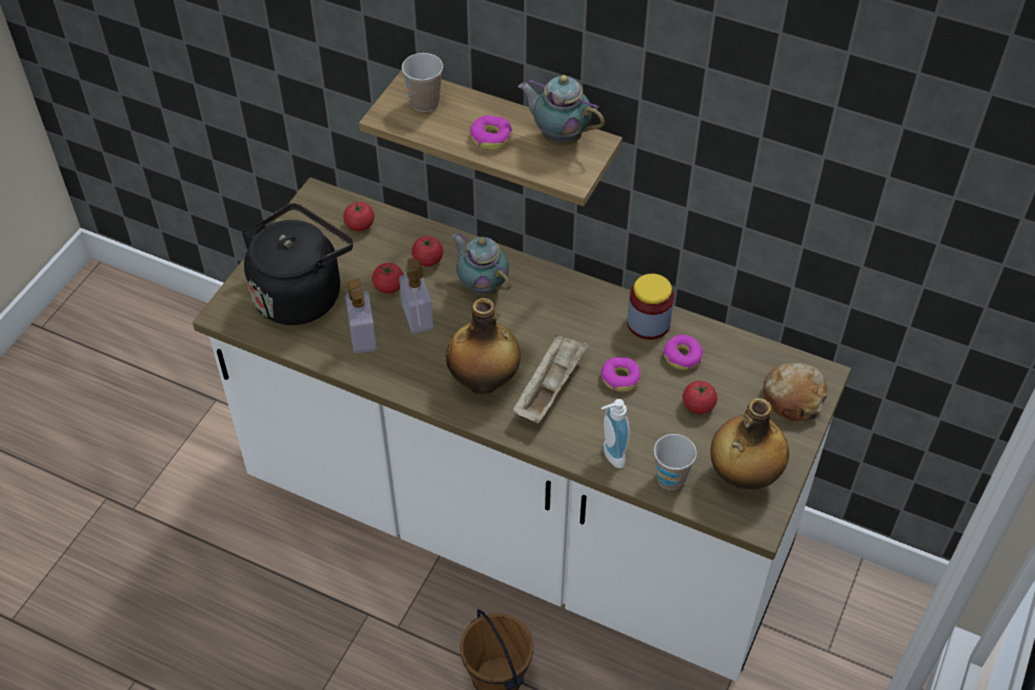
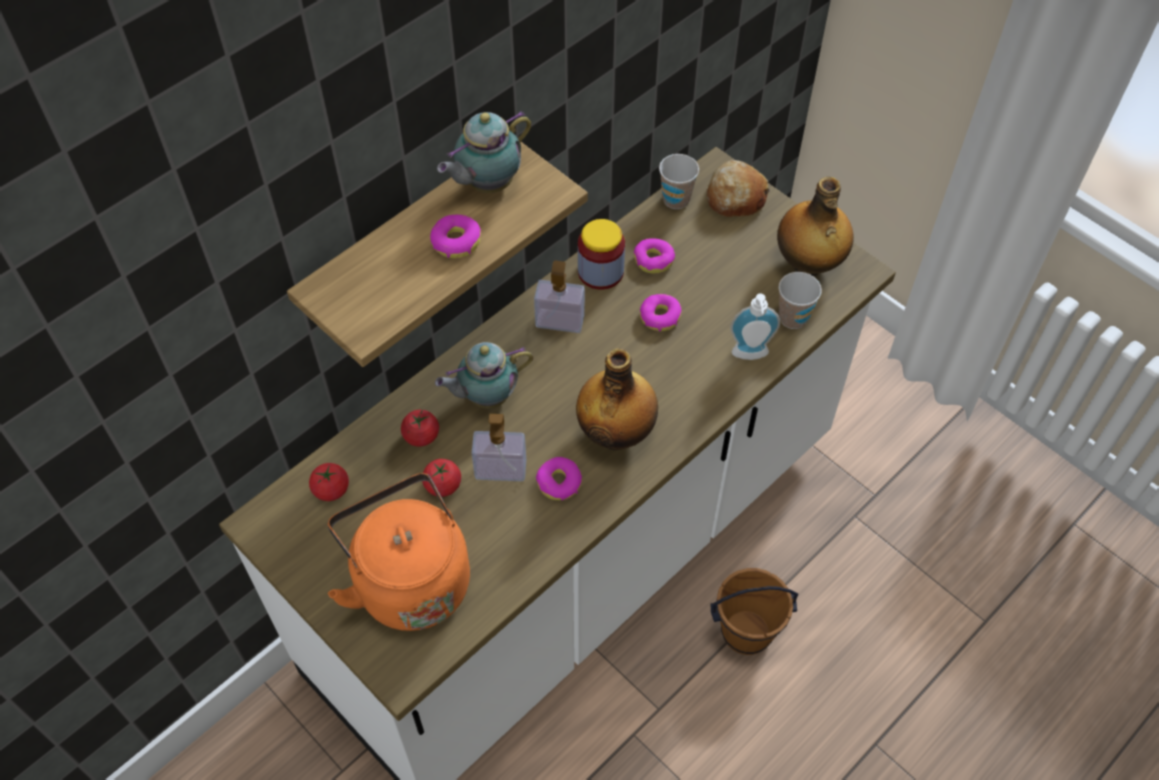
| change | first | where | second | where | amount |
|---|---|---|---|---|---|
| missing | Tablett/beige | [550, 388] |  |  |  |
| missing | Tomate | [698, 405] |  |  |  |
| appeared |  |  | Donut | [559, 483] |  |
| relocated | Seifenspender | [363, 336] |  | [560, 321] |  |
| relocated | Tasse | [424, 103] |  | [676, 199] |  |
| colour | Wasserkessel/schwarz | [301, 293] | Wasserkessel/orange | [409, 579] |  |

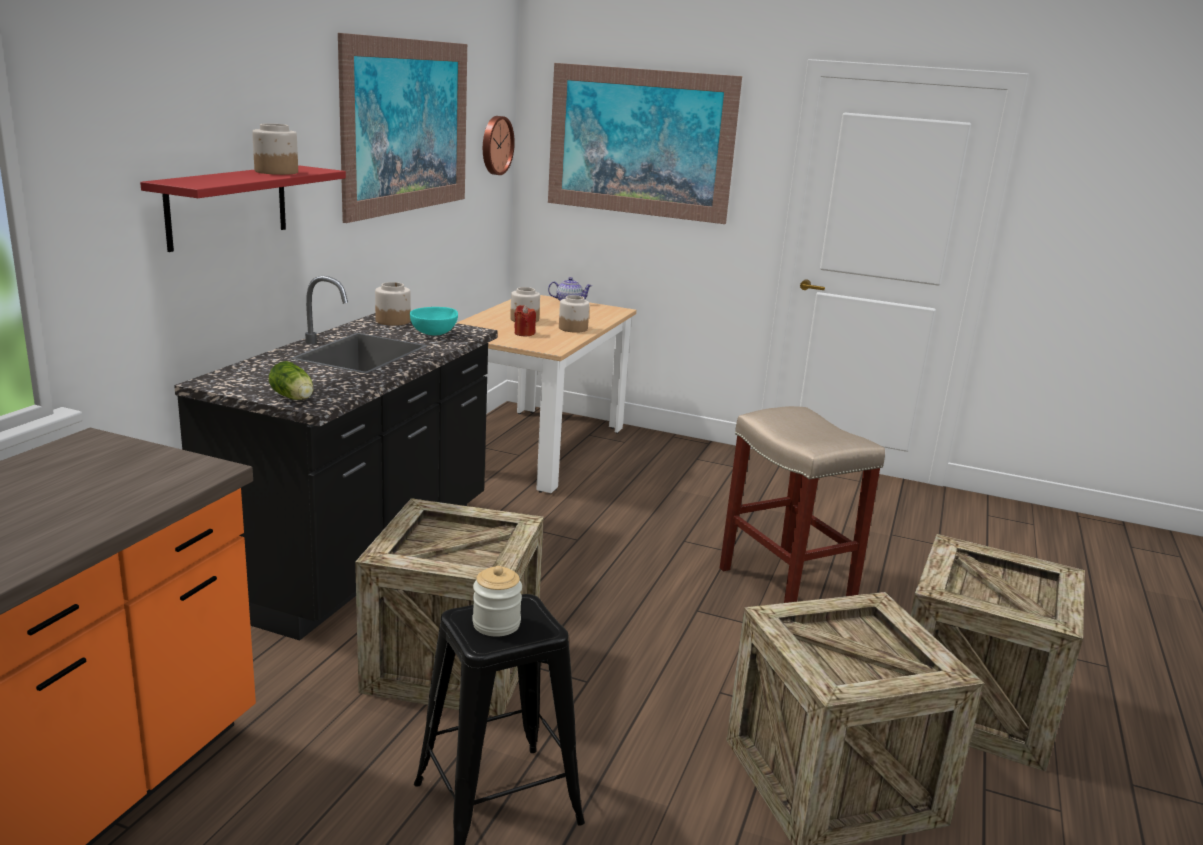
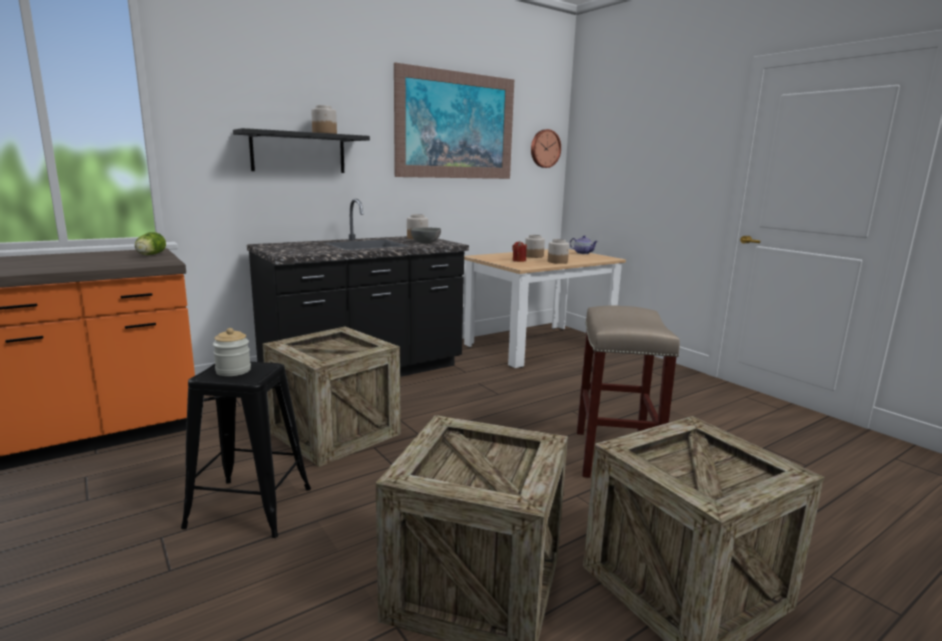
| change | first | where | second | where | amount |
|---|---|---|---|---|---|
| missing | Bild | [640, 142] |  |  |  |
| relocated | Salatkopf | [294, 398] |  | [149, 255] |  |
| colour | Wandregal/rot | [228, 206] | Wandregal/schwarz | [298, 152] |  |
| colour | Schüssel/türkis | [435, 334] | Schüssel/grau | [426, 243] |  |

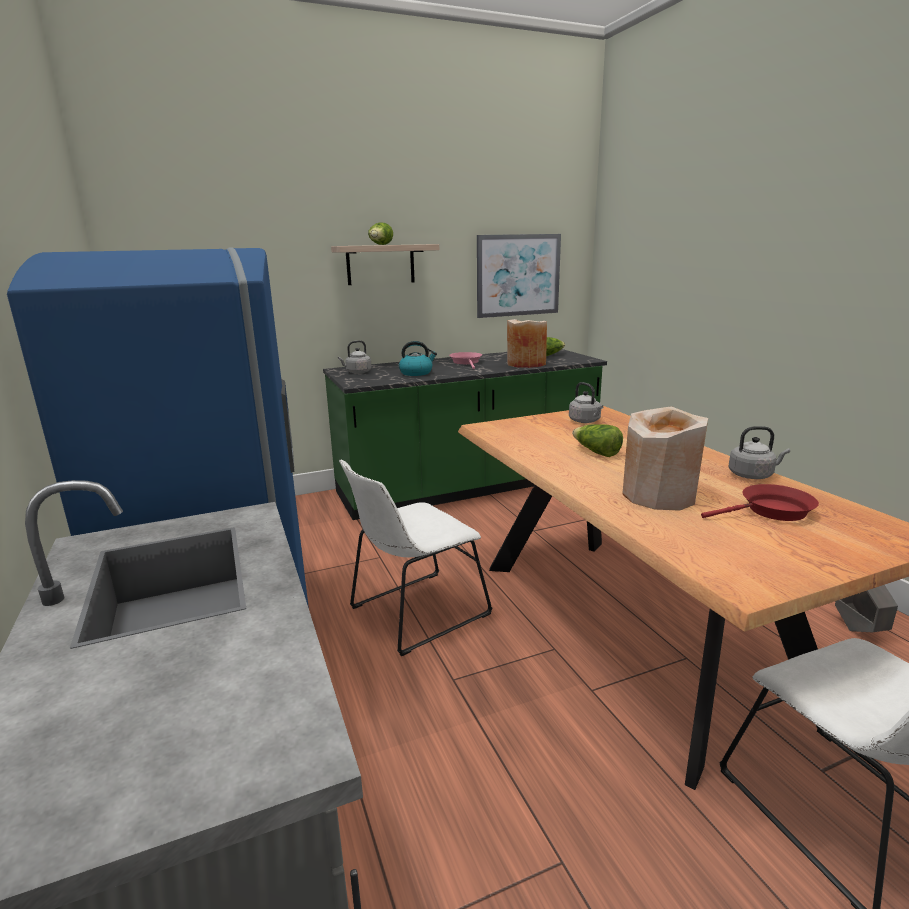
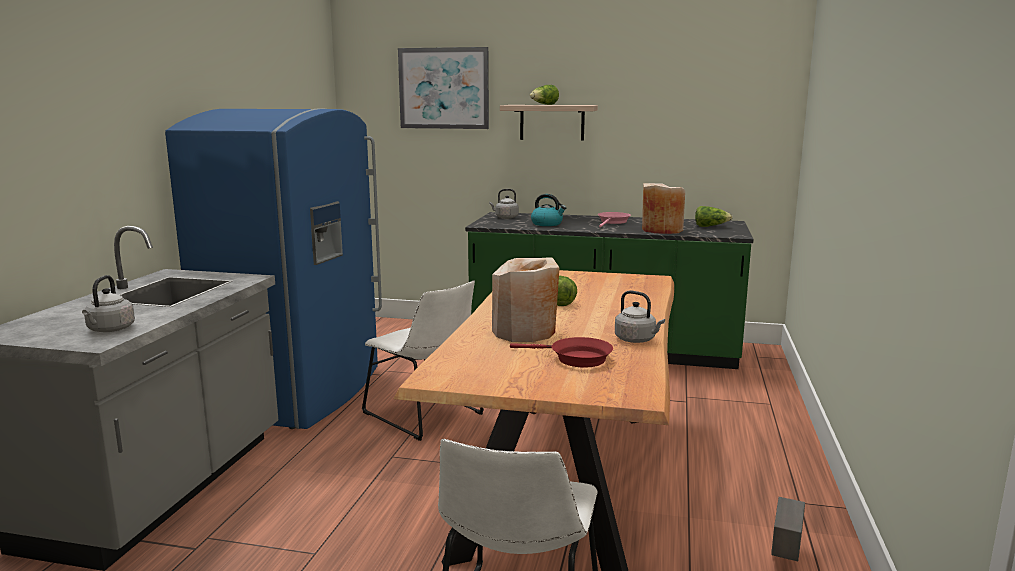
| change | first | where | second | where | amount |
|---|---|---|---|---|---|
| relocated | Bild | [518, 275] |  | [443, 88] |  |
| relocated | Wasserkessel/grau | [585, 421] |  | [109, 330] |  |
| spun | Stuhl/weiß | [414, 613] |  | [426, 415] | 135 degrees counterclockwise |

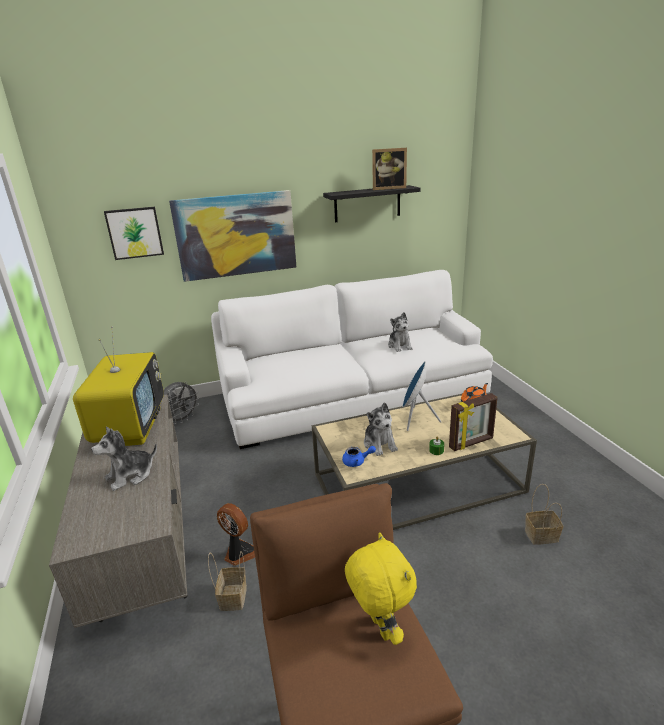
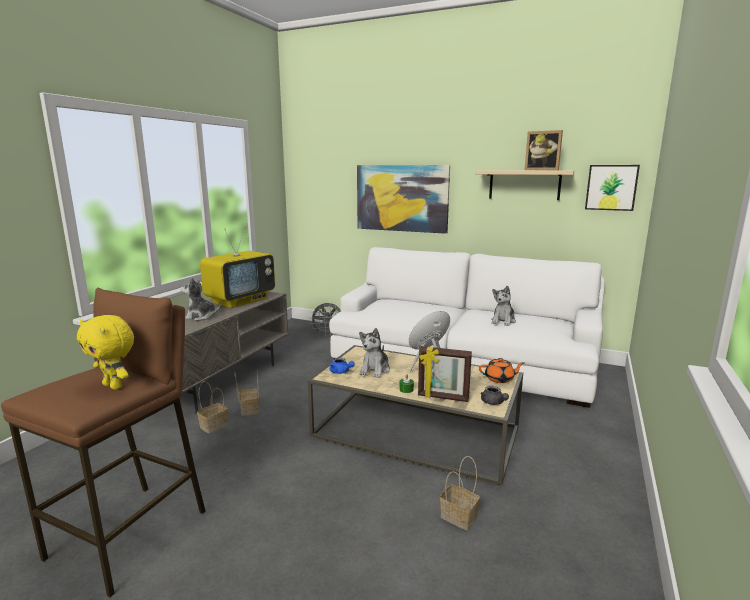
| change | first | where | second | where | amount |
|---|---|---|---|---|---|
| appeared |  |  | Teekanne/grau | [493, 403] |  |
| relocated | Bild | [135, 232] |  | [611, 187] |  |
| exchanged | Ventilator | [239, 553] | Korb | [249, 409] |  |
| colour | Wandregal/schwarz | [367, 204] | Wandregal/beige | [524, 184] |  |
| spun | Plüschtier/gelb | [379, 628] |  | [114, 386] | 105 degrees clockwise |

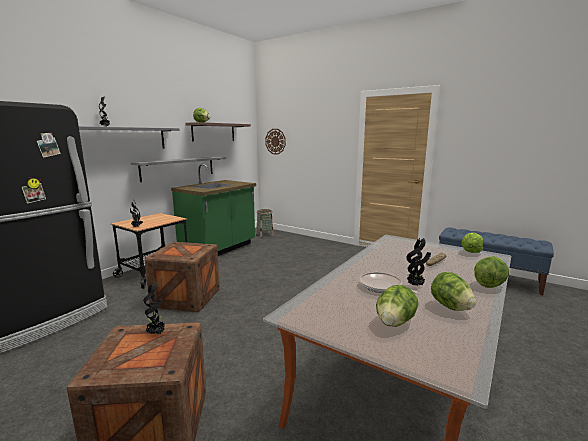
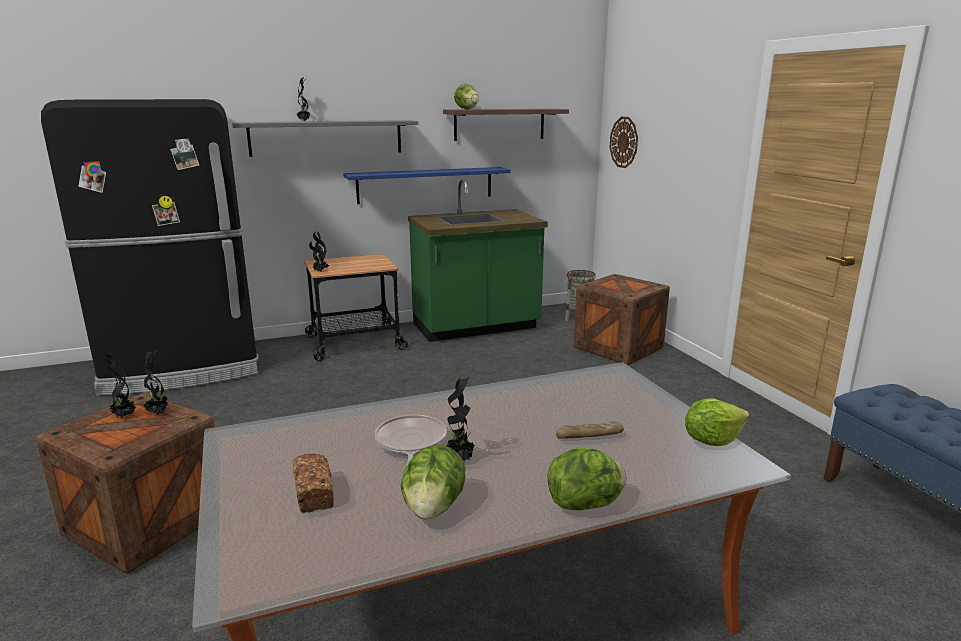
| change | first | where | second | where | amount |
|---|---|---|---|---|---|
| appeared |  |  | Topfpflanze | [123, 416] |  |
| relocated | Kiste | [186, 298] |  | [618, 348] |  |
| exchanged | Salatkopf | [394, 323] | Brot | [314, 494] |  |
| colour | Wandregal/grau | [178, 168] | Wandregal/blau | [425, 185] |  |

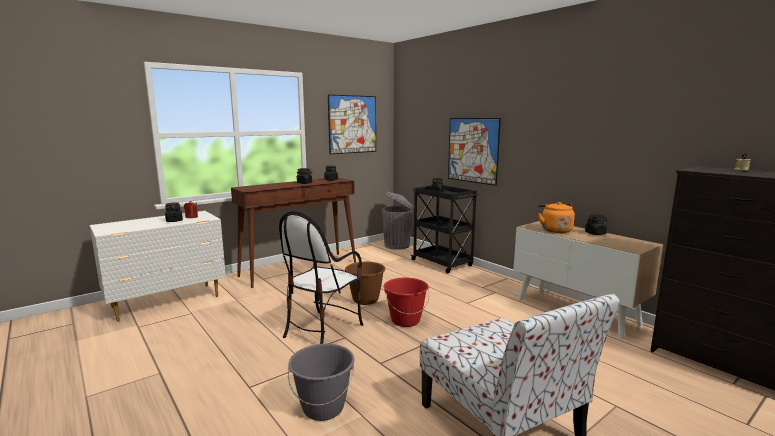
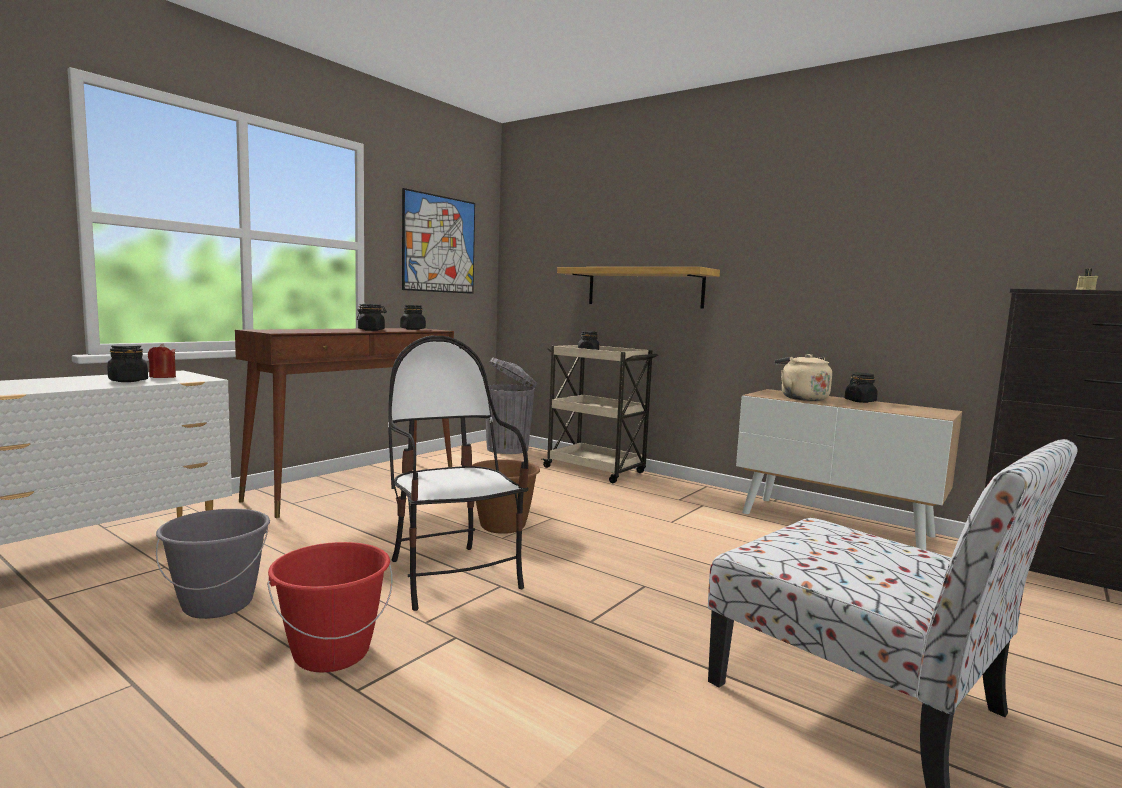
| change | first | where | second | where | amount |
|---|---|---|---|---|---|
| relocated | Eimer/grau | [323, 408] |  | [218, 604] |  |
| relocated | Eimer/rot | [405, 320] |  | [331, 653] |  |
| exchanged | Bild | [472, 150] | Wandregal | [644, 287] |  |
| colour | Rollwagen/schwarz | [442, 263] | Rollwagen/beige | [596, 470] |  |
| colour | Wasserkessel/orange | [555, 230] | Wasserkessel/beige | [801, 398] |  |
| spun | Stuhl | [322, 329] |  | [452, 576] | 135 degrees clockwise |

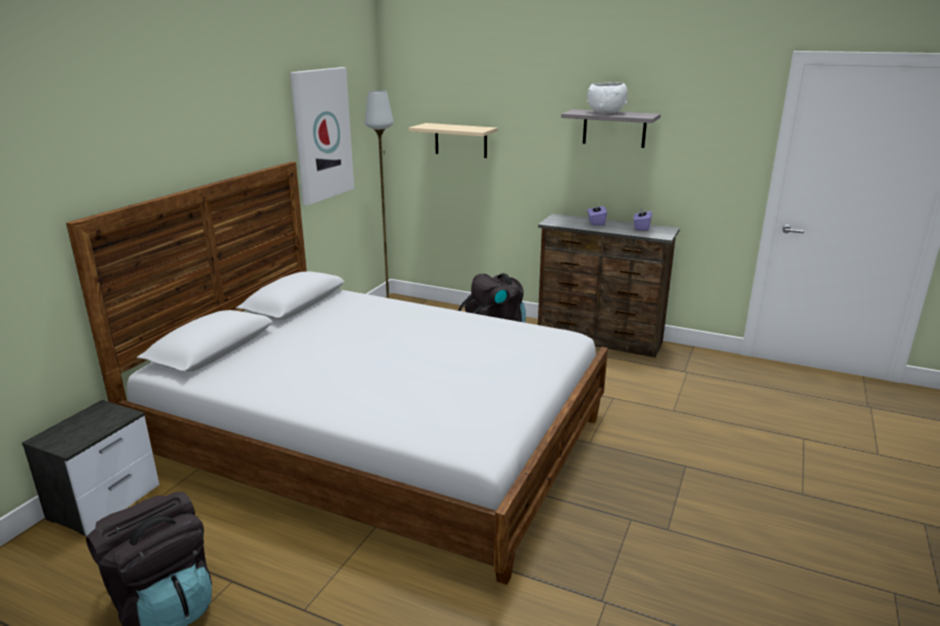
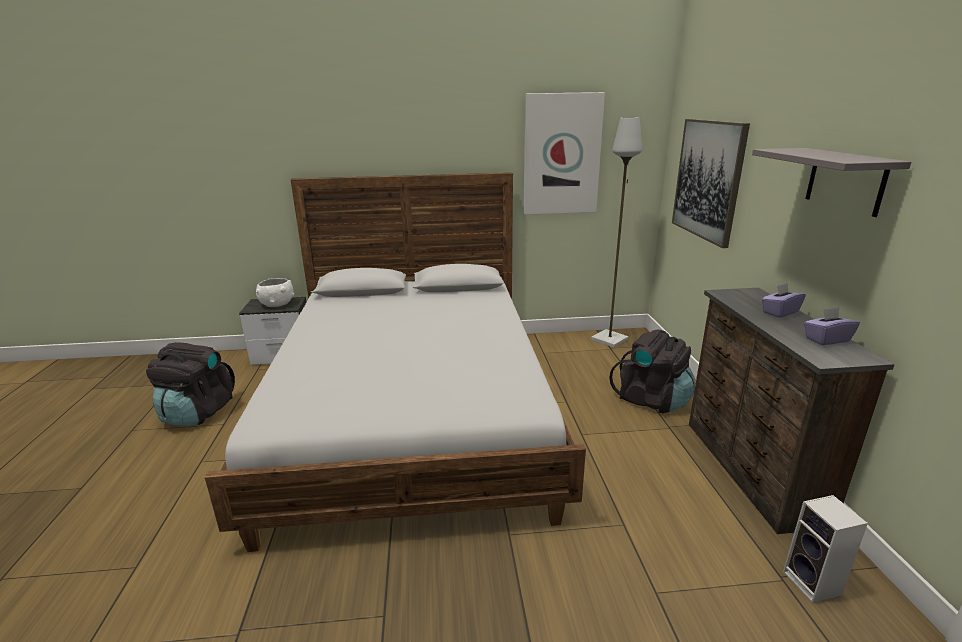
| change | first | where | second | where | amount |
|---|---|---|---|---|---|
| appeared |  |  | Lautsprecher | [814, 584] |  |
| relocated | Schüssel/weiß | [606, 113] |  | [277, 304] |  |
| exchanged | Wandregal/beige | [461, 140] | Bild | [708, 179] |  |

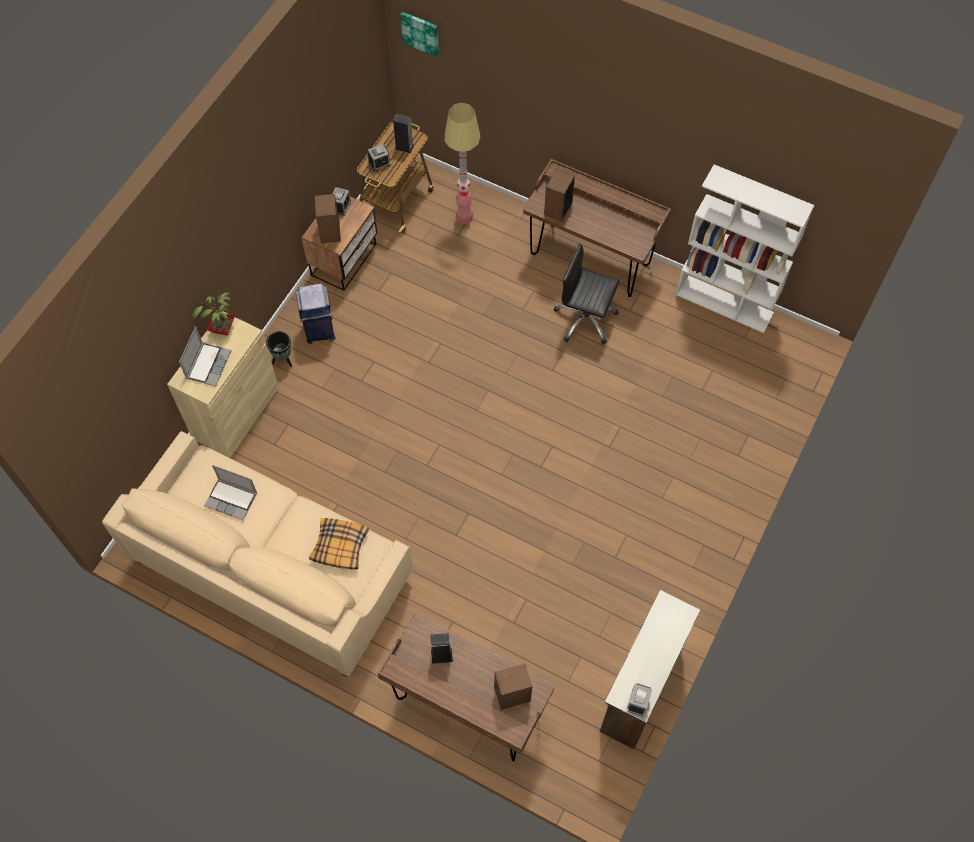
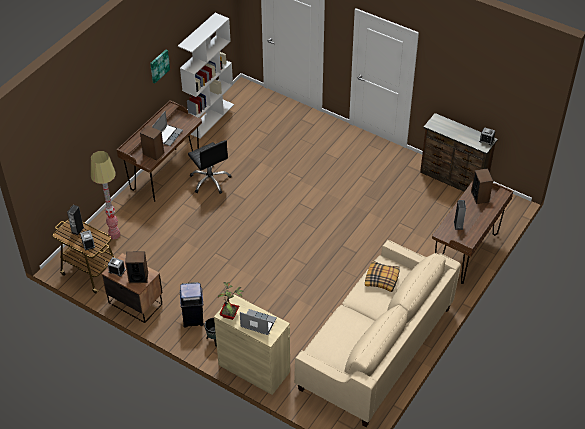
| change | first | where | second | where | amount |
|---|---|---|---|---|---|
| relocated | Laptop | [232, 499] |  | [168, 135] |  |
| relocated | Bild | [420, 33] |  | [159, 65] |  |
| spun | Bürostuhl/schwarz | [585, 320] |  | [210, 180] | 60 degrees counterclockwise |

